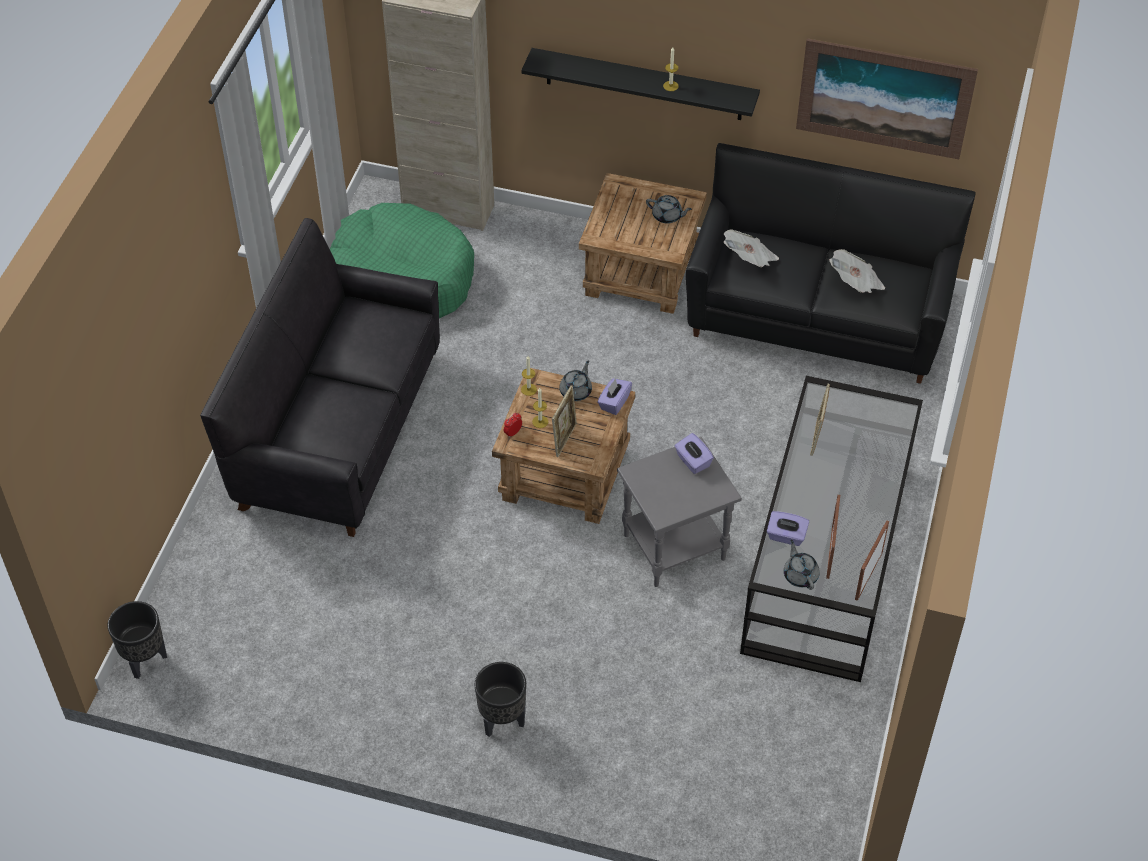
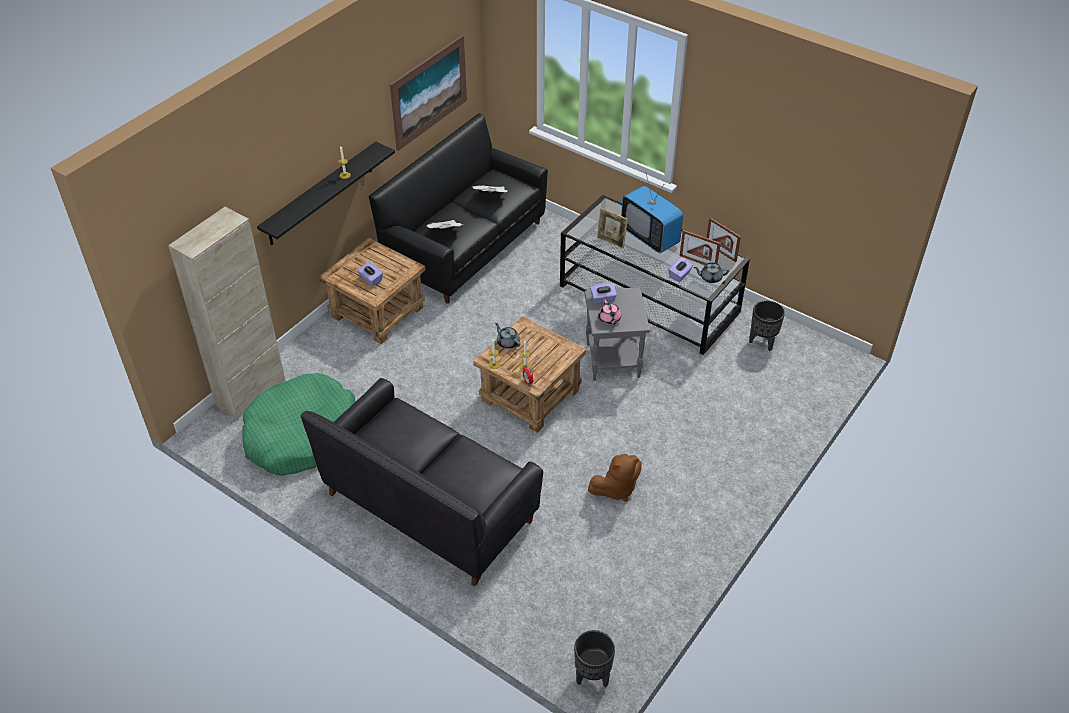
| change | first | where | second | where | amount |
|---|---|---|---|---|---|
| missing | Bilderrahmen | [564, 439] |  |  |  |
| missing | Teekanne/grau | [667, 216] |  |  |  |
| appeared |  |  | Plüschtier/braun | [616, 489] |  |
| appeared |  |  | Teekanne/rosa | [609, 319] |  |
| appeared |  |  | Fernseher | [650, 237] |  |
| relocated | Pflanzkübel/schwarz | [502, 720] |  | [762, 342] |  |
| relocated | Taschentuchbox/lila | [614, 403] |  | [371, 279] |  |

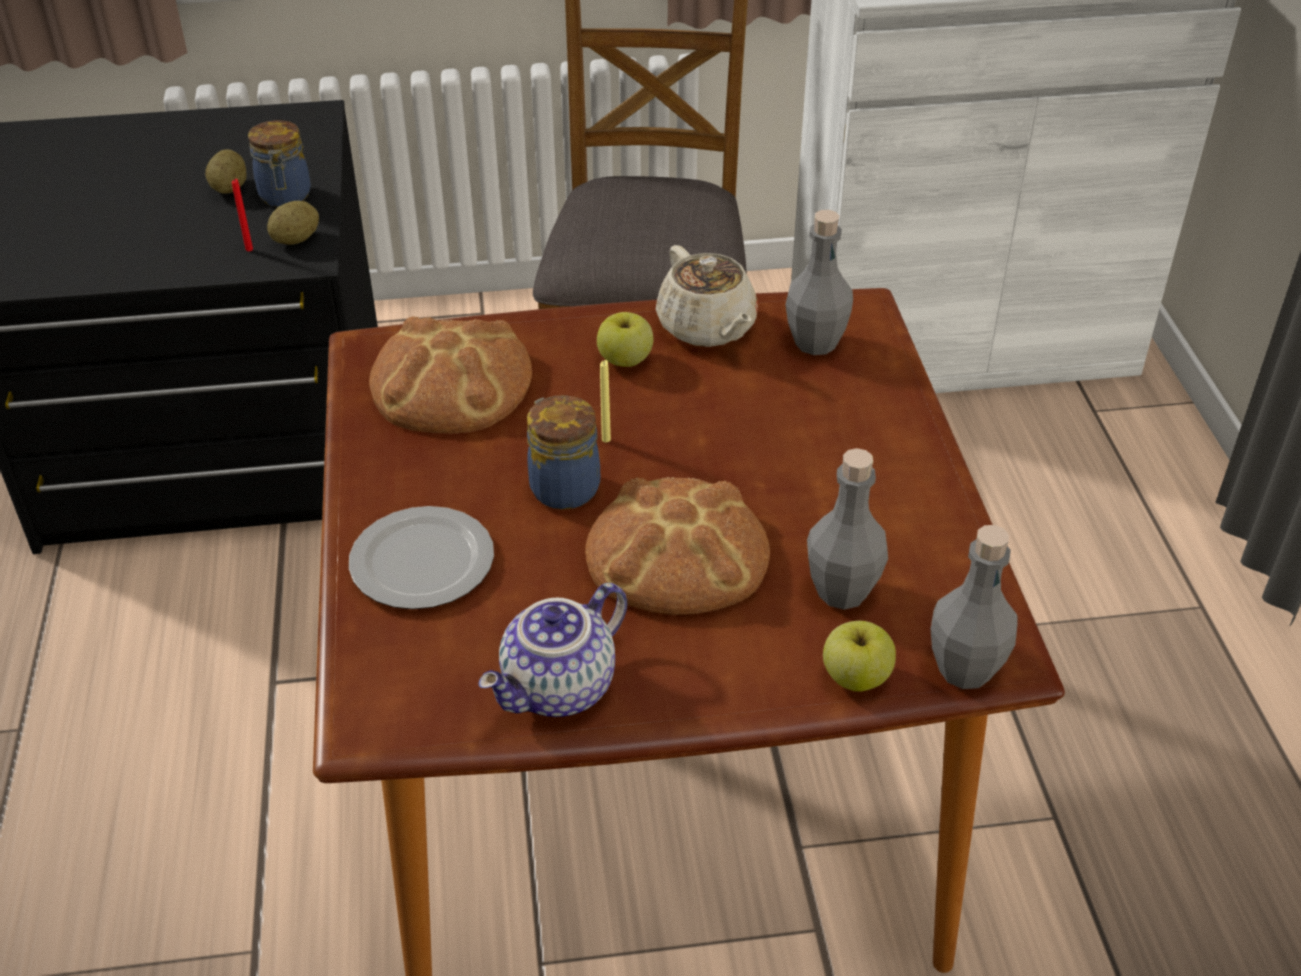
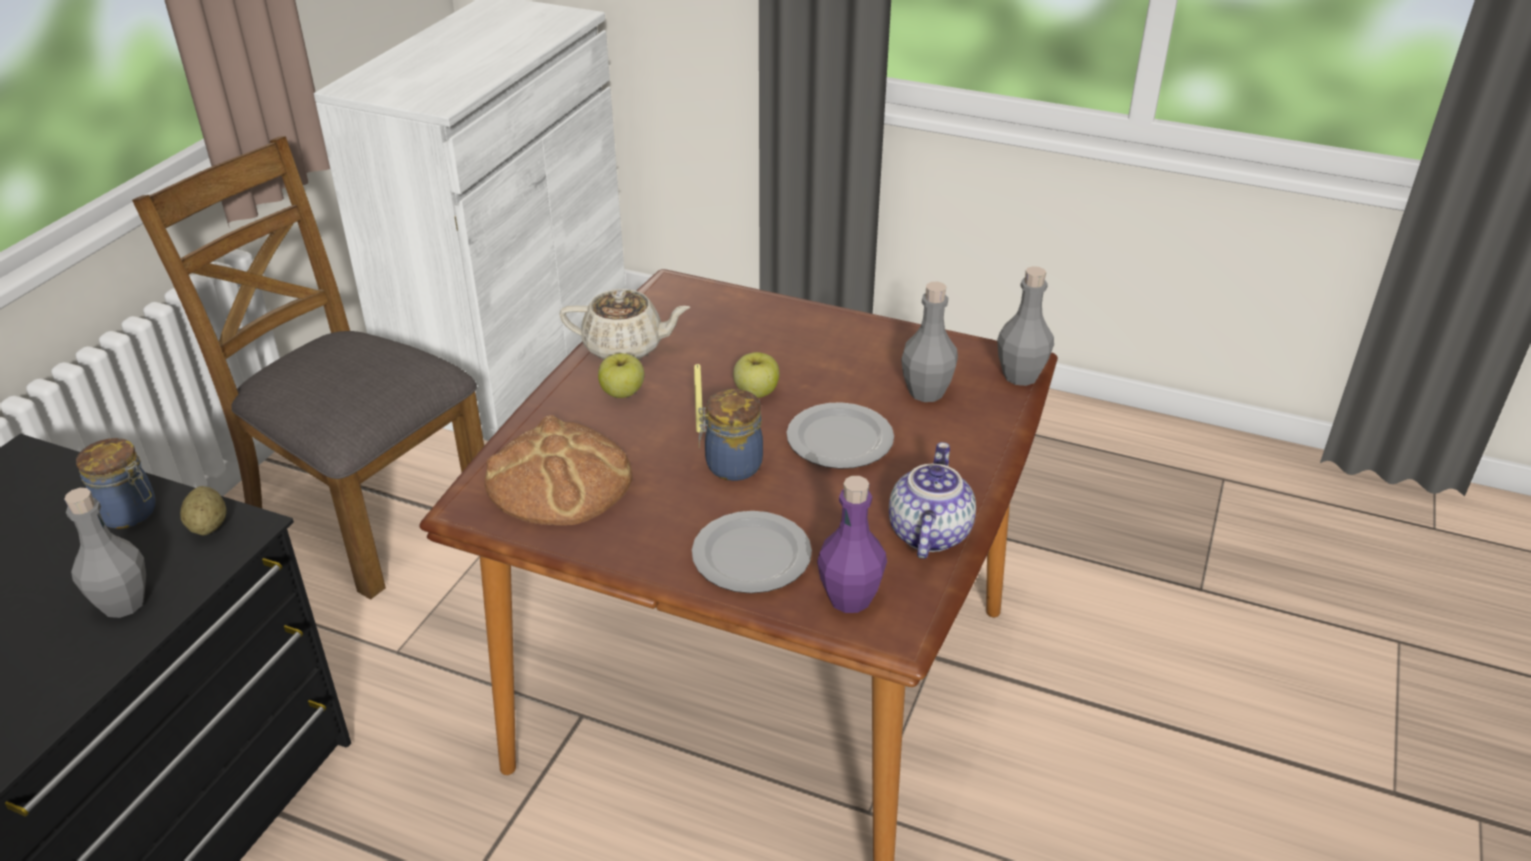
| change | first | where | second | where | amount |
|---|---|---|---|---|---|
| missing | Kartoffel | [229, 188] |  |  |  |
| missing | Kerze/rot | [249, 249] |  |  |  |
| appeared |  |  | Flasche/lila | [850, 598] |  |
| relocated | Flasche/grau | [815, 343] |  | [123, 603] |  |
| relocated | Apfel | [856, 677] |  | [756, 392] |  |
| exchanged | Brot | [676, 553] | Teller | [840, 441] |  |
| spun | Teekanne | [560, 690] |  | [927, 532] | 150 degrees counterclockwise |

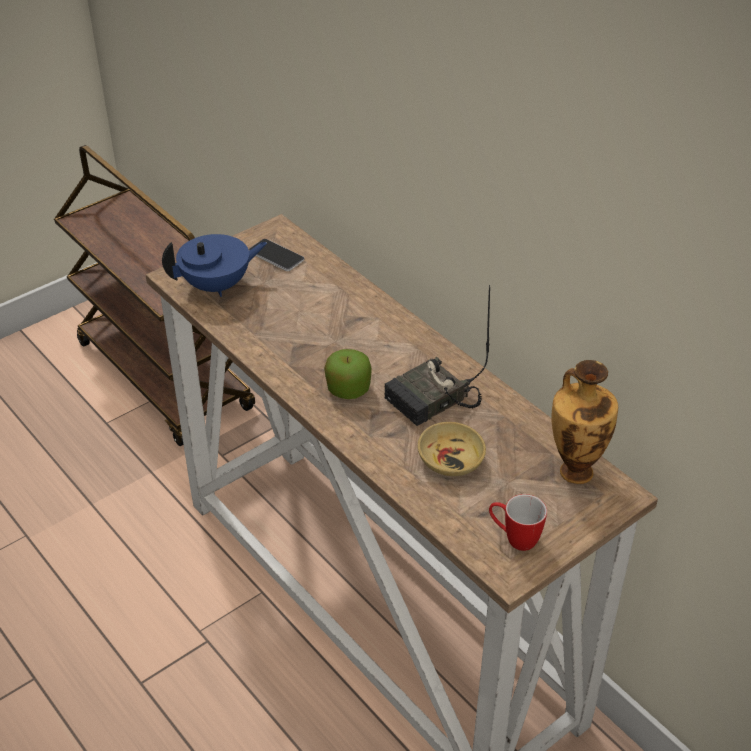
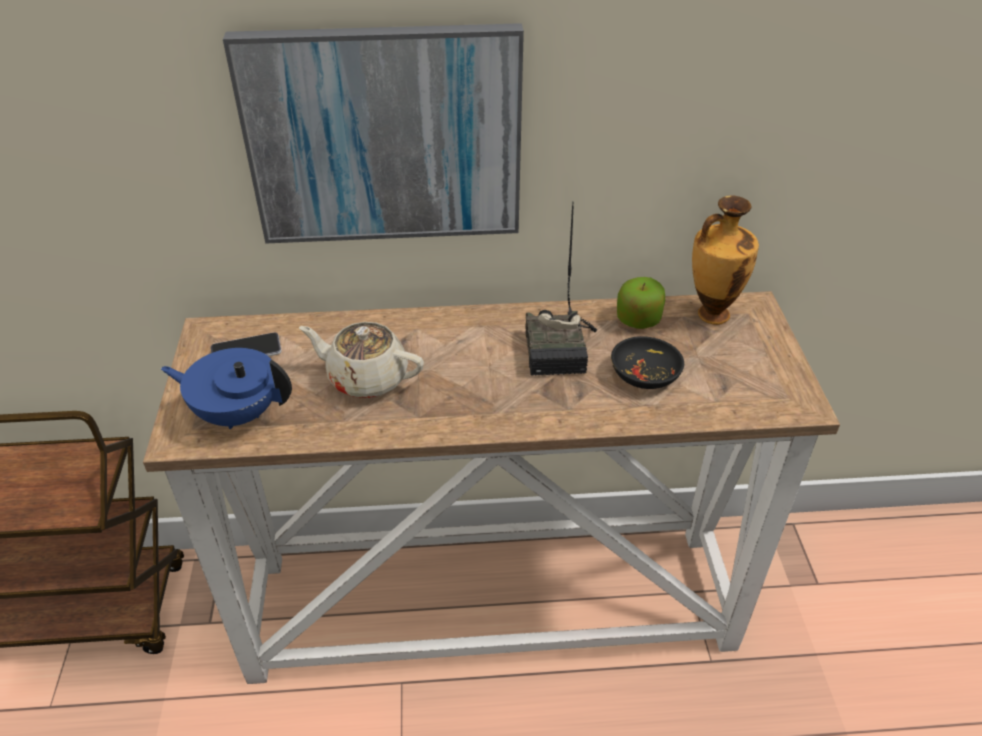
| change | first | where | second | where | amount |
|---|---|---|---|---|---|
| missing | Henkelbecher | [514, 538] |  |  |  |
| appeared |  |  | Bild | [384, 136] |  |
| appeared |  |  | Teekanne/beige | [366, 378] |  |
| relocated | Apfel | [348, 389] |  | [638, 319] |  |
| colour | Schüssel/beige | [451, 460] | Schüssel/schwarz | [645, 374] |  |
| spun | Teekanne/blau | [217, 285] |  | [237, 413] | 90 degrees counterclockwise |

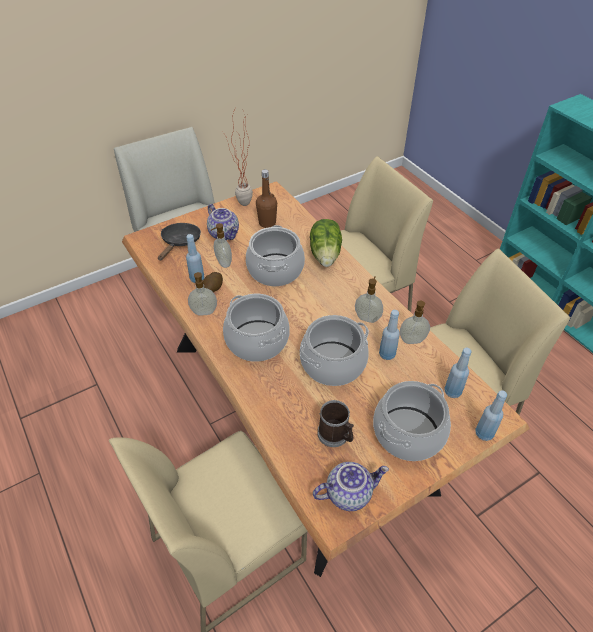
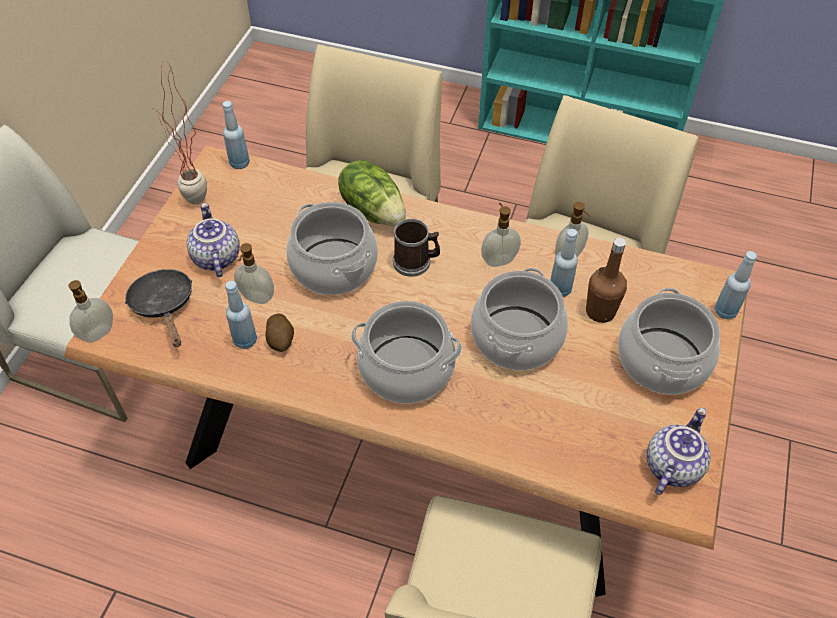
| change | first | where | second | where | amount |
|---|---|---|---|---|---|
| relocated | Seifenspender | [204, 312] |  | [99, 334] |  |
| relocated | Flasche/braun | [267, 223] |  | [600, 311] |  |
| relocated | Henkelbecher | [336, 435] |  | [416, 262] |  |
| relocated | Flasche/blau | [452, 392] |  | [239, 163] |  |
| spun | Teekanne | [225, 234] |  | [215, 257] | 120 degrees counterclockwise |

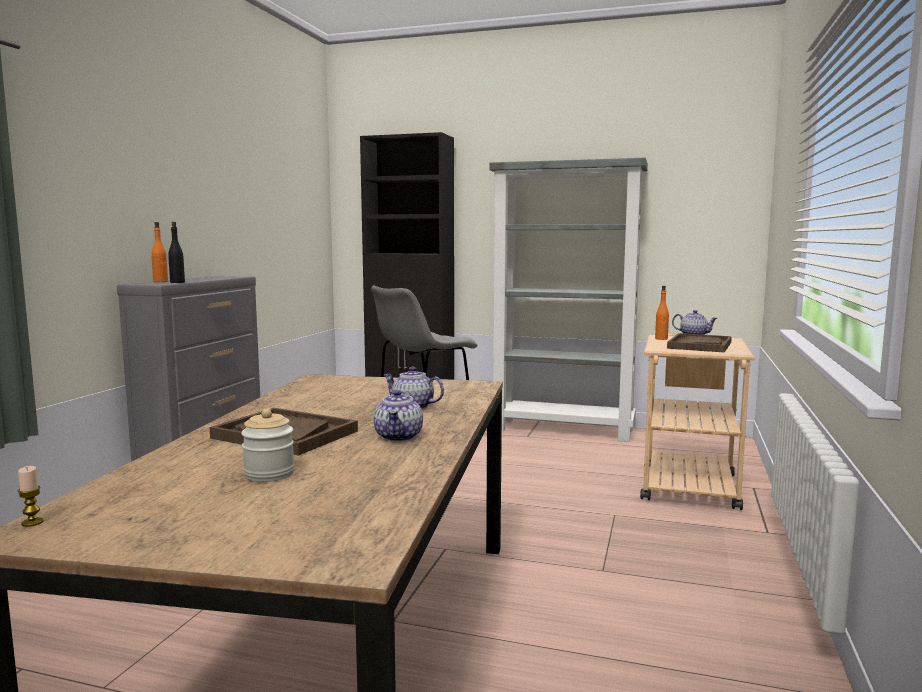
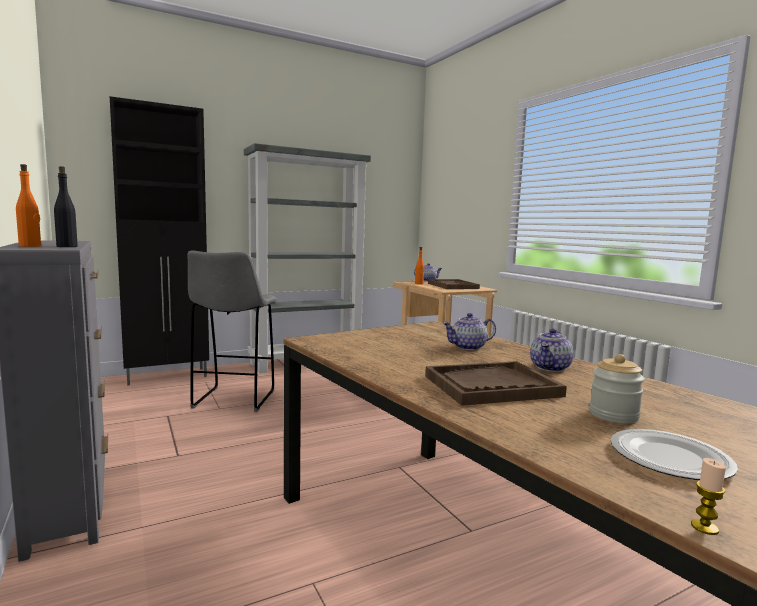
| change | first | where | second | where | amount |
|---|---|---|---|---|---|
| appeared |  |  | Teller | [671, 459] |  |
| spun | Teekanne | [399, 437] |  | [550, 368] | 75 degrees clockwise |

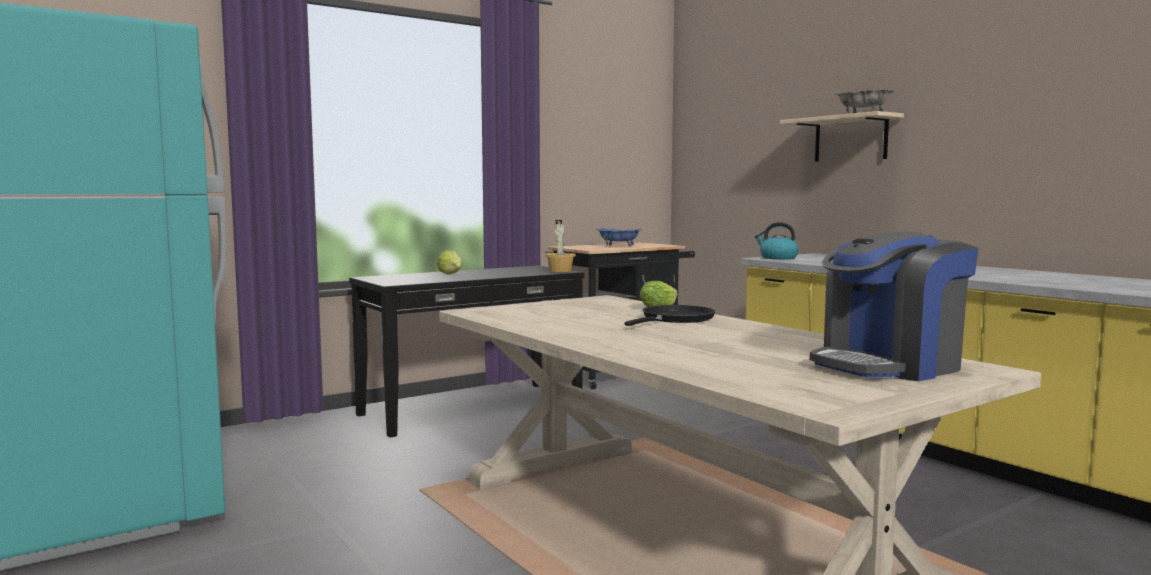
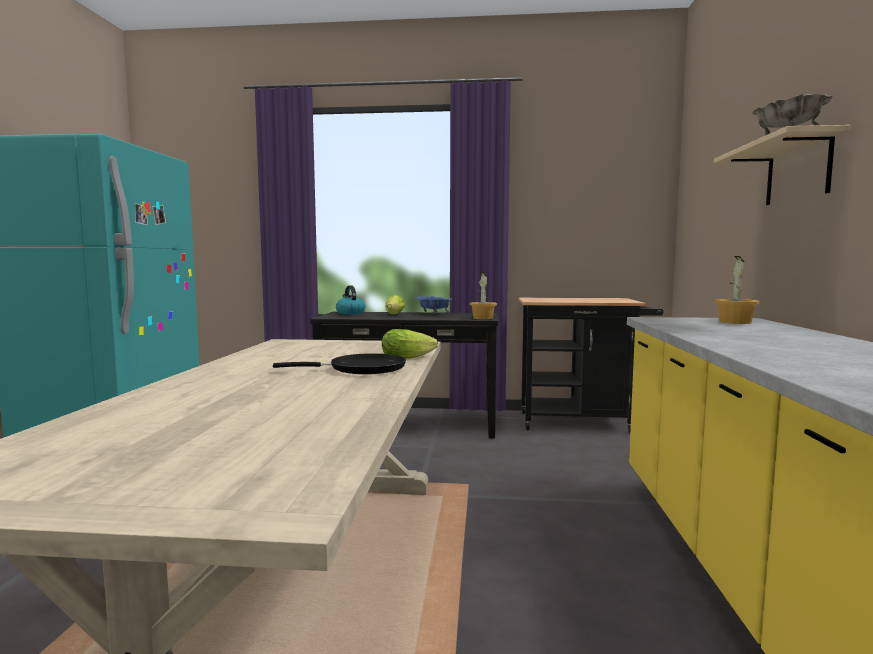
| change | first | where | second | where | amount |
|---|---|---|---|---|---|
| missing | Kaffeemaschine | [889, 365] |  |  |  |
| appeared |  |  | Topfpflanze | [734, 322] |  |
| relocated | Schüssel/blau | [618, 246] |  | [434, 313] |  |
| relocated | Wasserkessel | [777, 258] |  | [350, 313] |  |

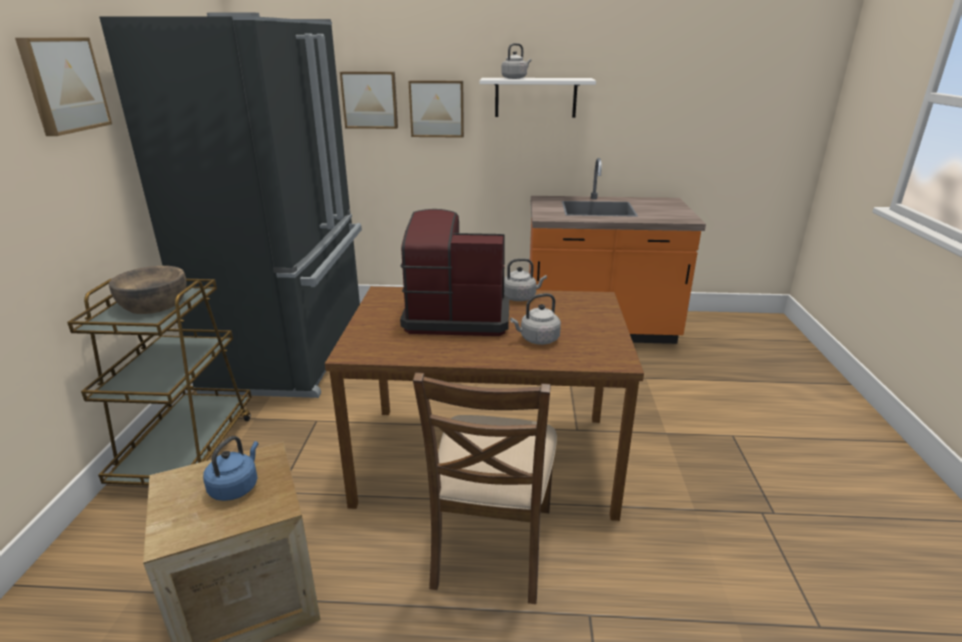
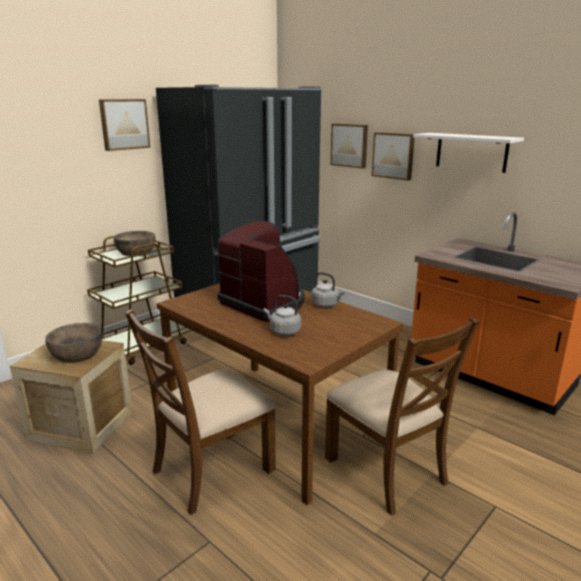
| change | first | where | second | where | amount |
|---|---|---|---|---|---|
| missing | Wasserkessel/grau | [515, 78] |  |  |  |
| appeared |  |  | Stuhl/braun | [387, 470] |  |
| exchanged | Wasserkessel/blau | [236, 487] | Schüssel/braun | [77, 353] |  |

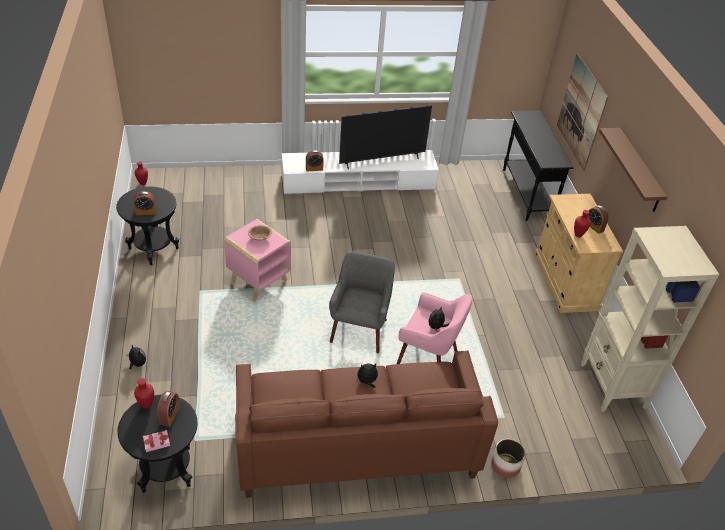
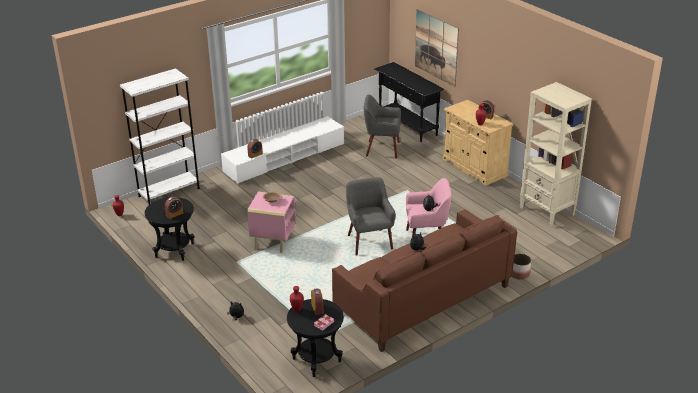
| change | first | where | second | where | amount |
|---|---|---|---|---|---|
| missing | Fernseher | [382, 161] |  |  |  |
| missing | Wandregal/braun | [638, 170] |  |  |  |
| appeared |  |  | Bücherregal/weiß | [169, 192] |  |
| appeared |  |  | Sessel/grau | [382, 149] |  |

